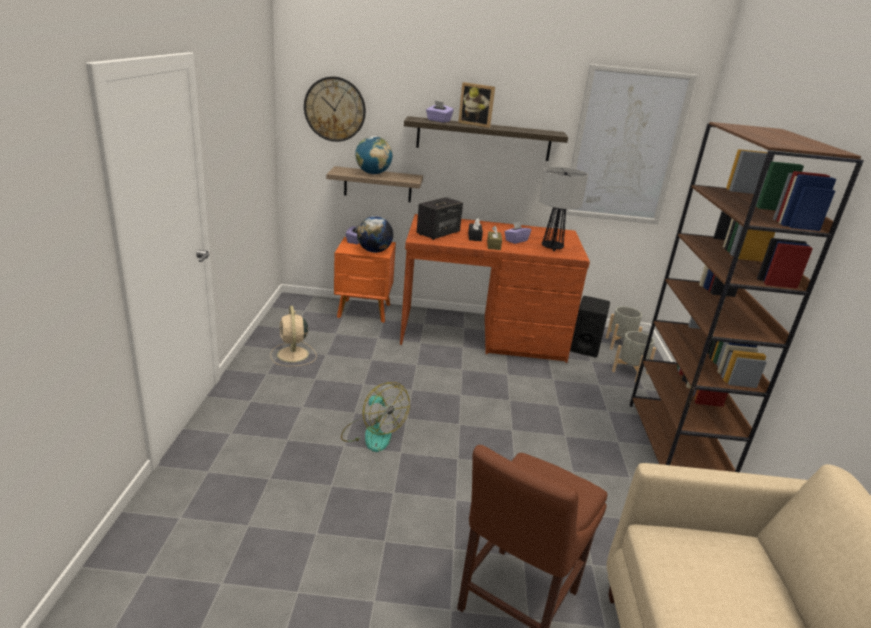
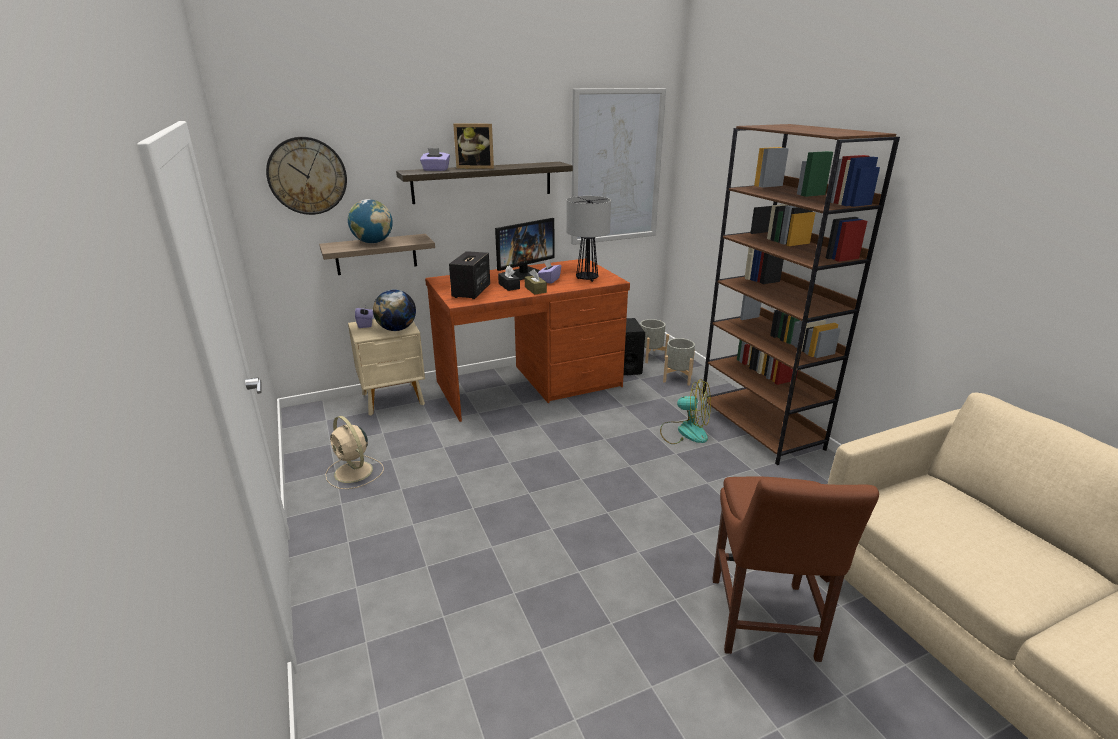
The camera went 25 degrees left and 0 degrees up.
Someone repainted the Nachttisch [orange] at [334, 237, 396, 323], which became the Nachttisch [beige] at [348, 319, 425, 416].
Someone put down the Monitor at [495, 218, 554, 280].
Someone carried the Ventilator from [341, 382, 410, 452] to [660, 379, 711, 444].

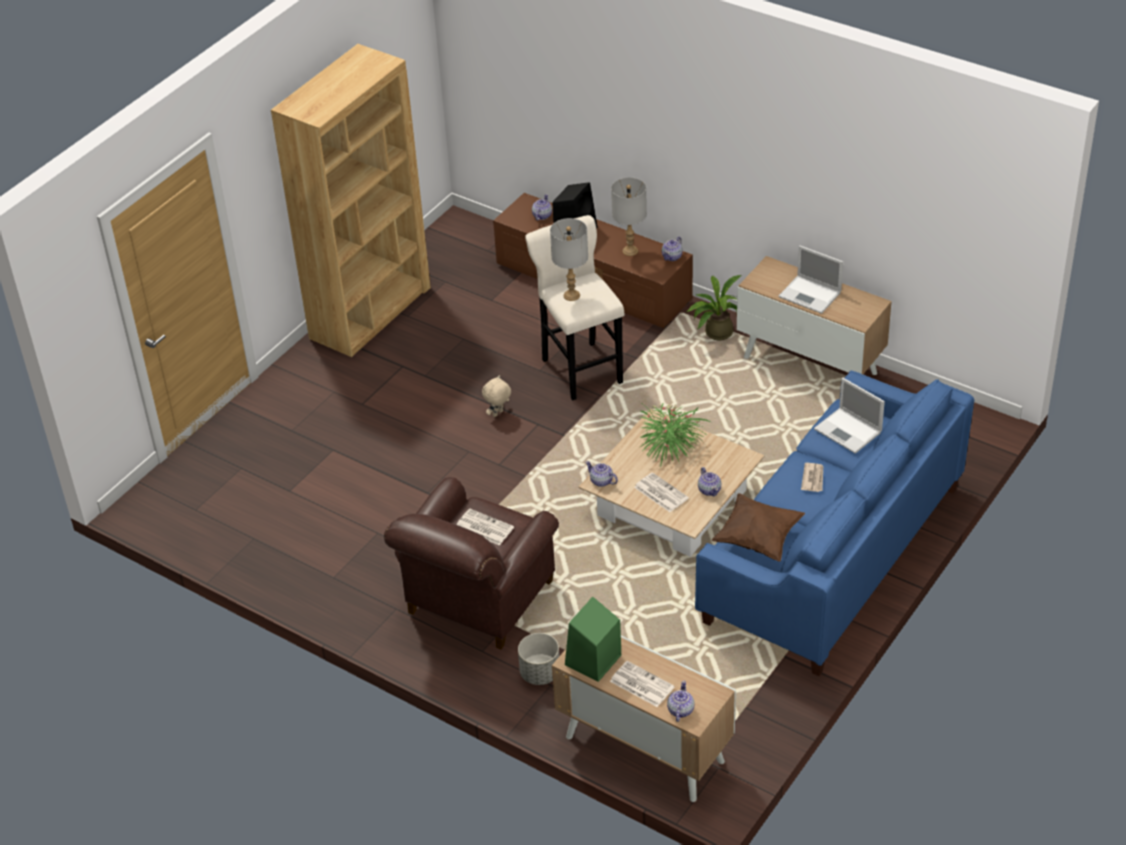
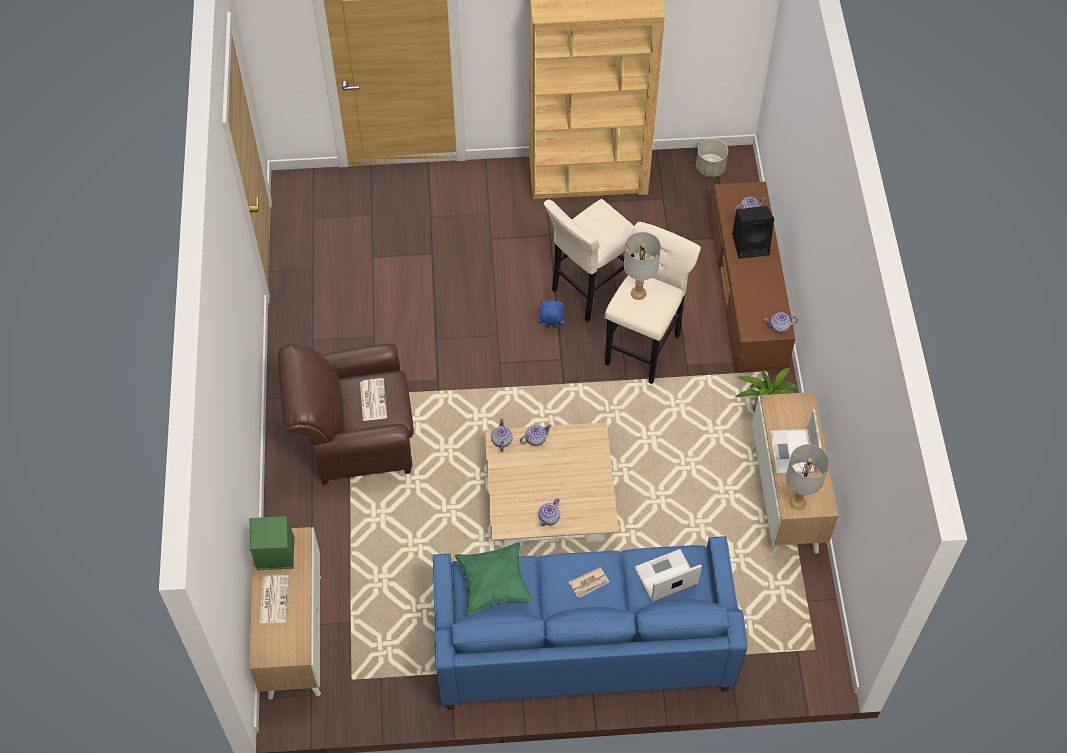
The camera went 50 degrees right and 15 degrees up.
Someone repainted the Kissen [braun] at [712, 493, 805, 562], which became the Kissen [grün] at [454, 542, 533, 615].
Someone carried the Teekanne from [667, 681, 694, 722] to [520, 424, 552, 446].
Someone repainted the Plüschtier [beige] at [482, 375, 511, 417], which became the Plüschtier [blau] at [538, 300, 565, 328].
Someone put down the Hocker [beige] at [544, 199, 634, 322].
Someone rotated the Laptop at [814, 378, 885, 454] by 60 degrees clockwise.
Someone carried the Pflanzkübel [grau] from [518, 633, 559, 685] to [696, 138, 728, 177].
Someone carried the Tischlampe [grau] from [611, 177, 647, 256] to [786, 444, 829, 510].
Someone took away the Zeitung at [634, 472, 689, 512].
Someone took away the Topfpflanze at [640, 402, 713, 465].

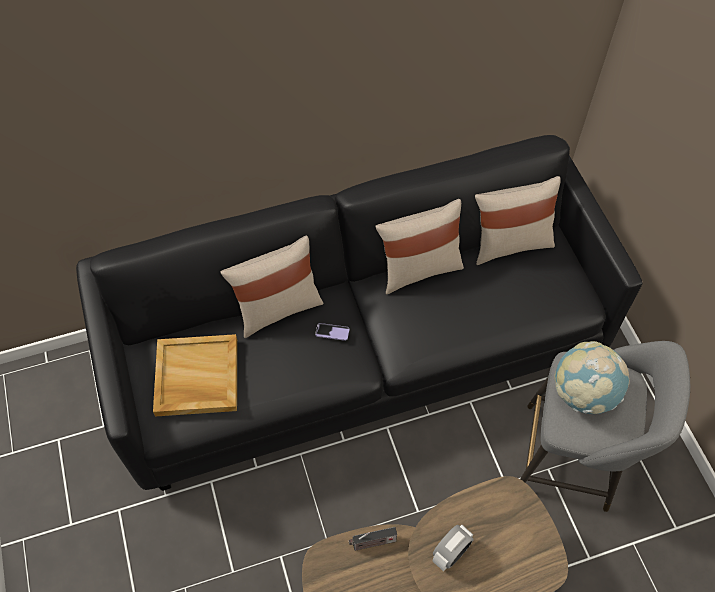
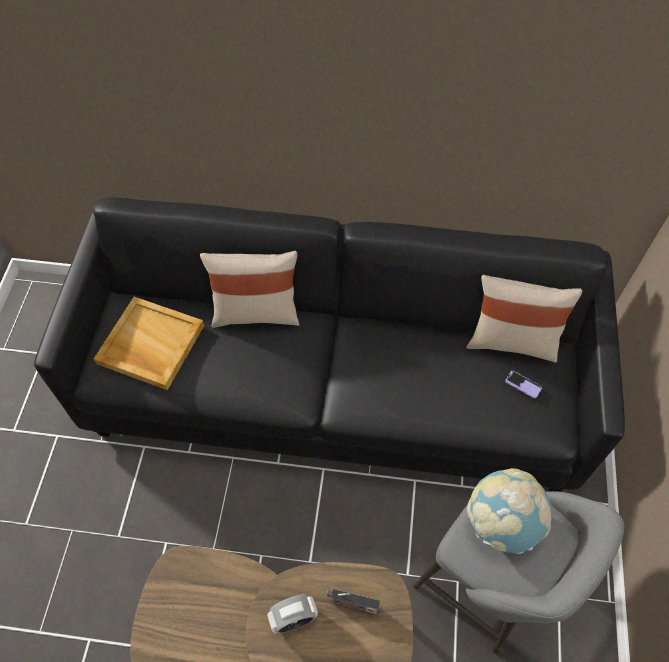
The camera went 25 degrees right and 0 degrees up.
Someone carried the Radio from [349, 527, 397, 551] to [327, 589, 380, 614].
Someone carried the Handy from [315, 323, 350, 341] to [505, 371, 542, 398].
Someone took away the Kissen [beige] at [375, 199, 464, 294].

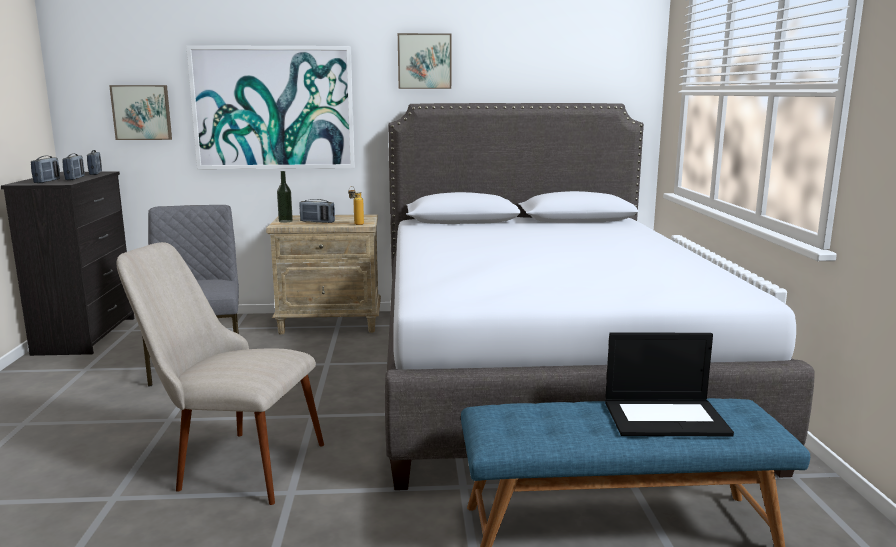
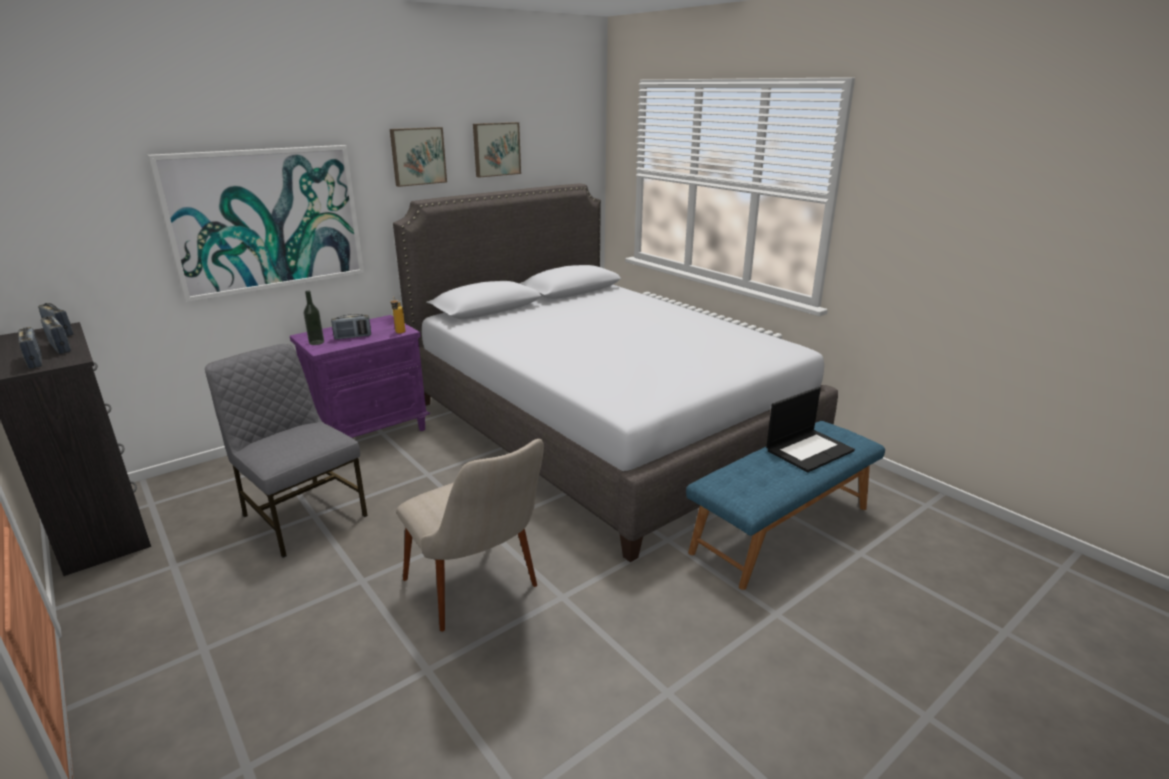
The camera went 35 degrees left and 10 degrees up.
Someone repainted the Nachttisch [beige] at [266, 214, 381, 334], which became the Nachttisch [lila] at [290, 315, 430, 438].
Someone rotated the Stuhl [beige] at [117, 242, 324, 505] by 105 degrees counterclockwise.
Someone carried the Bild from [109, 85, 172, 140] to [473, 122, 521, 178].

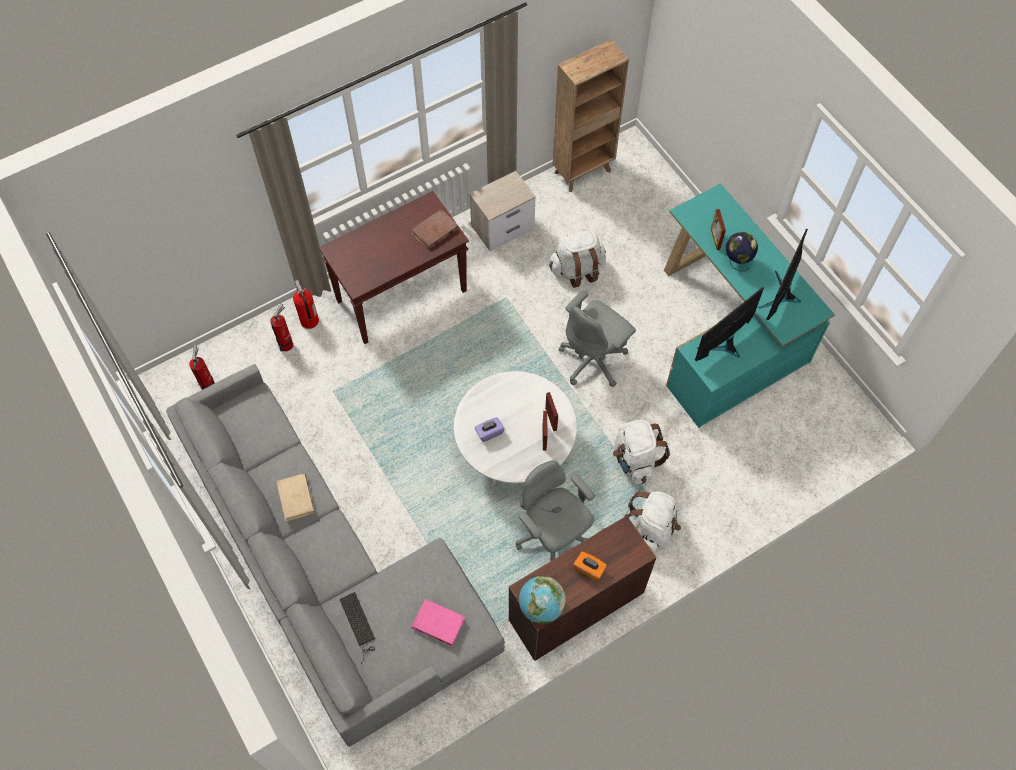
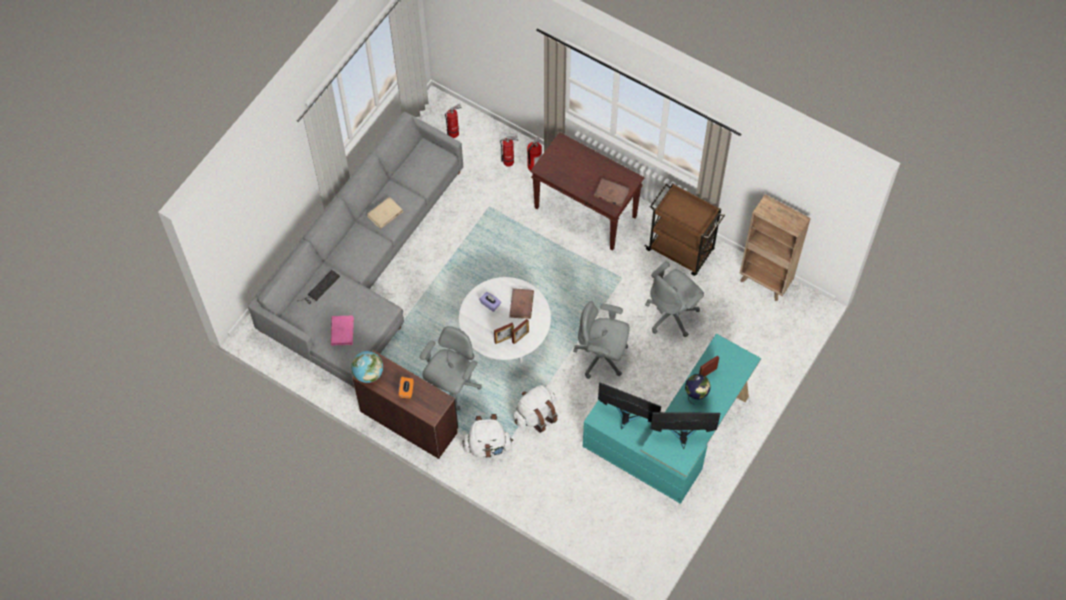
The camera went 65 degrees right and 0 degrees up.
Someone put down the Buch [braun] at [509, 288, 534, 319].
Someone swapped the Nachttisch at [469, 171, 536, 251] for the Rollwagen [braun] at [645, 183, 725, 276].
Someone swapped the Rucksack [weiß] at [549, 231, 606, 288] for the Bürostuhl [grau] at [645, 262, 704, 337].

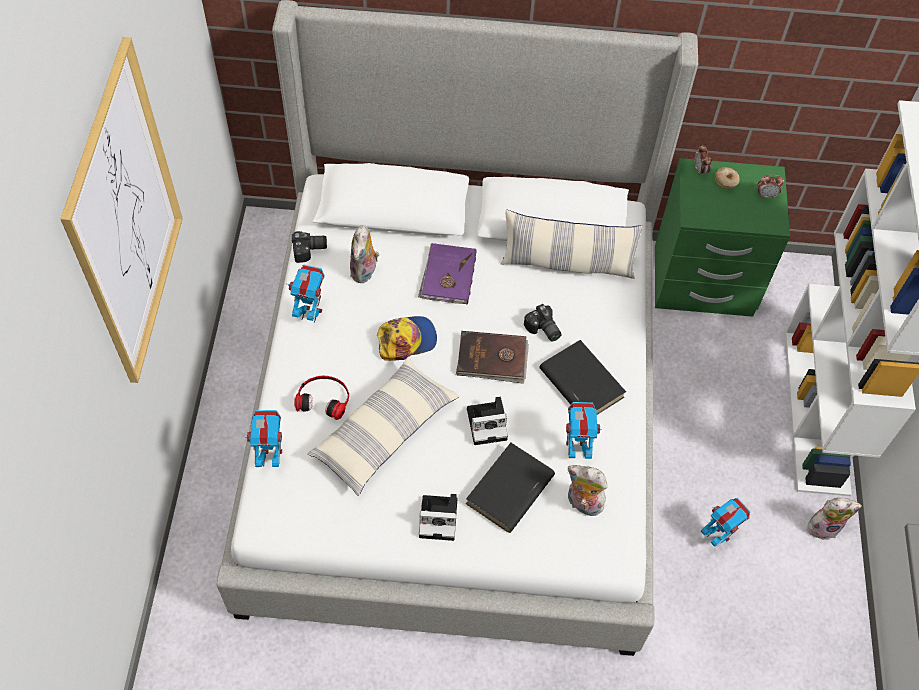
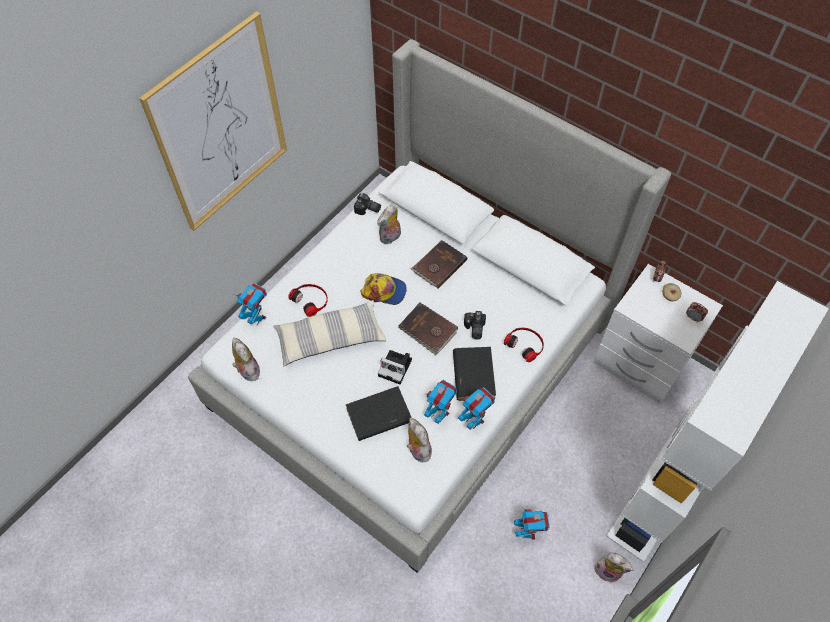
The camera went 35 degrees right and 0 degrees up.
Someone put down the Plüschtier at [232, 338, 260, 381].
Someone repainted the Buch [lila] at [418, 243, 477, 304], which became the Buch [braun] at [411, 240, 467, 288].
Someone carried the Spielzeugroboter from [286, 264, 325, 323] to [458, 387, 495, 430].
Someone put down the Kopfhörer at [504, 328, 544, 362].
Someone repainted the Nachttisch [grün] at [655, 158, 790, 317], which became the Nachttisch [weiß] at [593, 264, 723, 404].
Someone took away the Kamera at [419, 494, 457, 541].
Someone took away the Kissen at [500, 209, 643, 279].

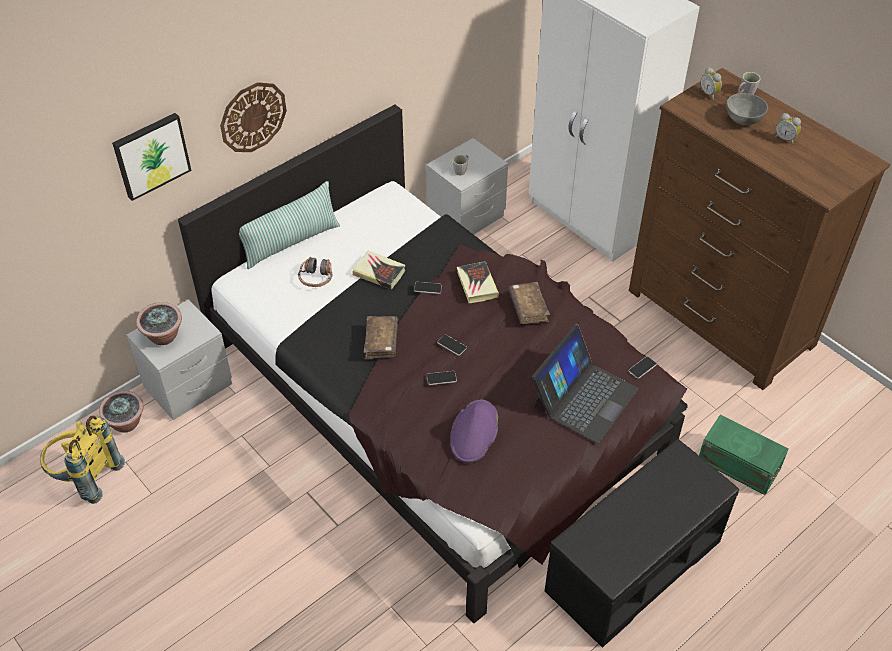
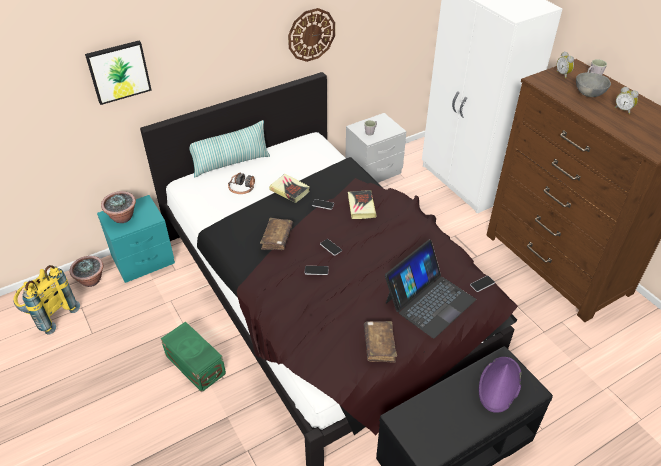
The camera went 10 degrees right and 5 degrees down.
Someone repainted the Nachttisch [grau] at [127, 299, 232, 420], which became the Nachttisch [türkis] at [97, 195, 175, 283].
Someone carried the Aufbewahrungsbox [grün] from [699, 414, 789, 495] to [161, 321, 226, 392].
Someone carried the Wanduhr from [220, 82, 287, 152] to [288, 8, 335, 62].
Someone carried the Buch [braun] from [508, 282, 550, 324] to [364, 321, 397, 363].
Someone carried the Hut [lila] from [450, 400, 498, 463] to [479, 357, 521, 413].

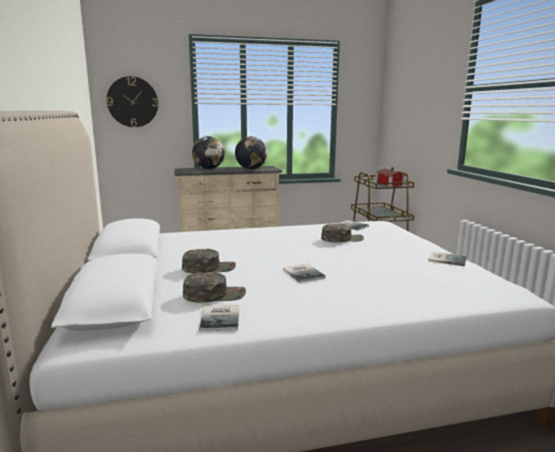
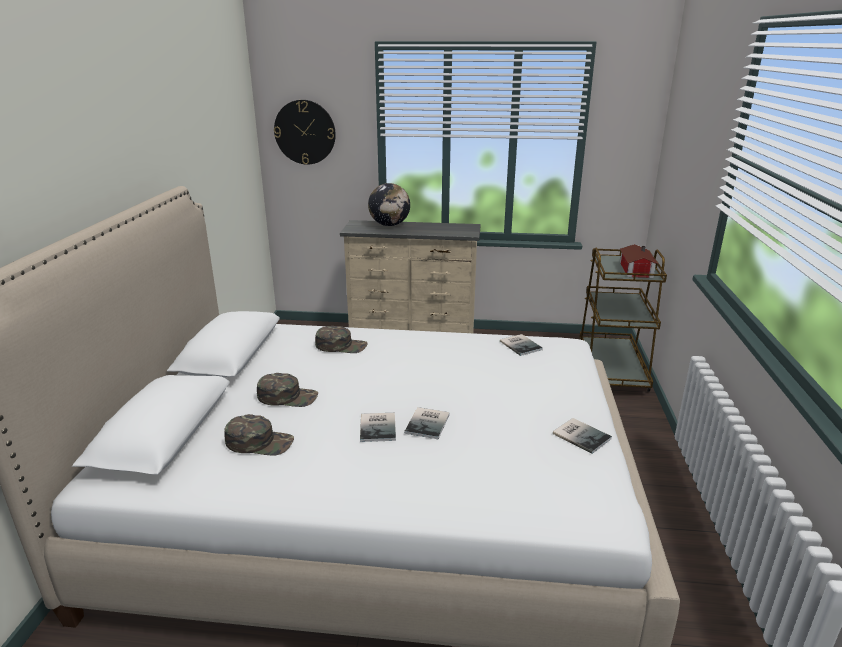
The camera went 20 degrees right and 10 degrees up.
Someone carried the Kappe [grün] from [321, 223, 364, 242] to [315, 326, 367, 353].
Someone carried the Buch from [199, 306, 239, 331] to [404, 407, 450, 439].
Someone took away the Globus at [235, 136, 267, 169].

